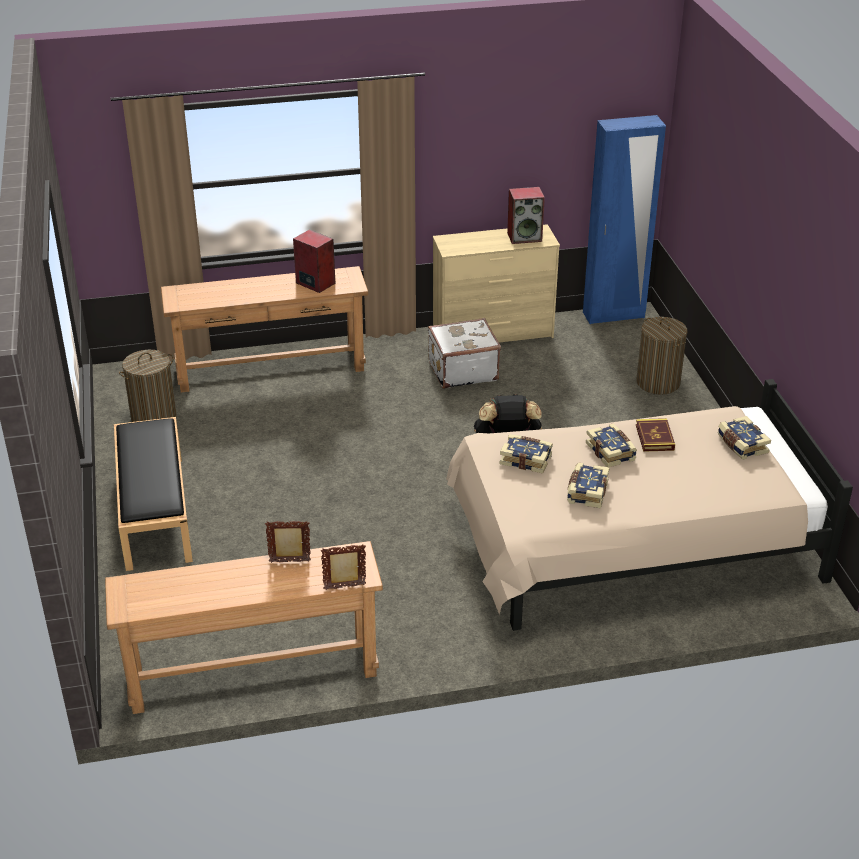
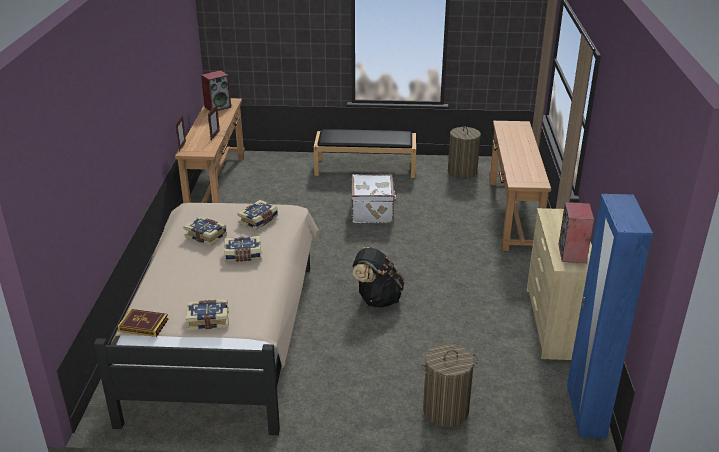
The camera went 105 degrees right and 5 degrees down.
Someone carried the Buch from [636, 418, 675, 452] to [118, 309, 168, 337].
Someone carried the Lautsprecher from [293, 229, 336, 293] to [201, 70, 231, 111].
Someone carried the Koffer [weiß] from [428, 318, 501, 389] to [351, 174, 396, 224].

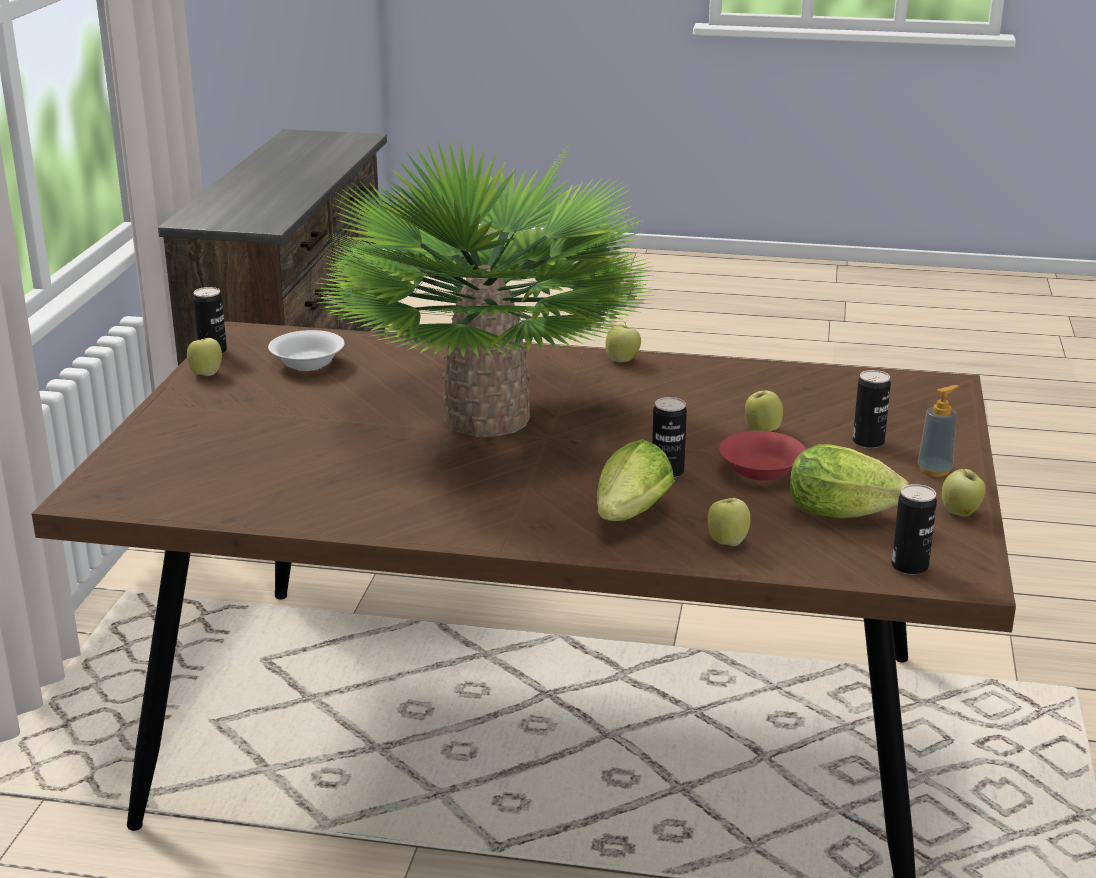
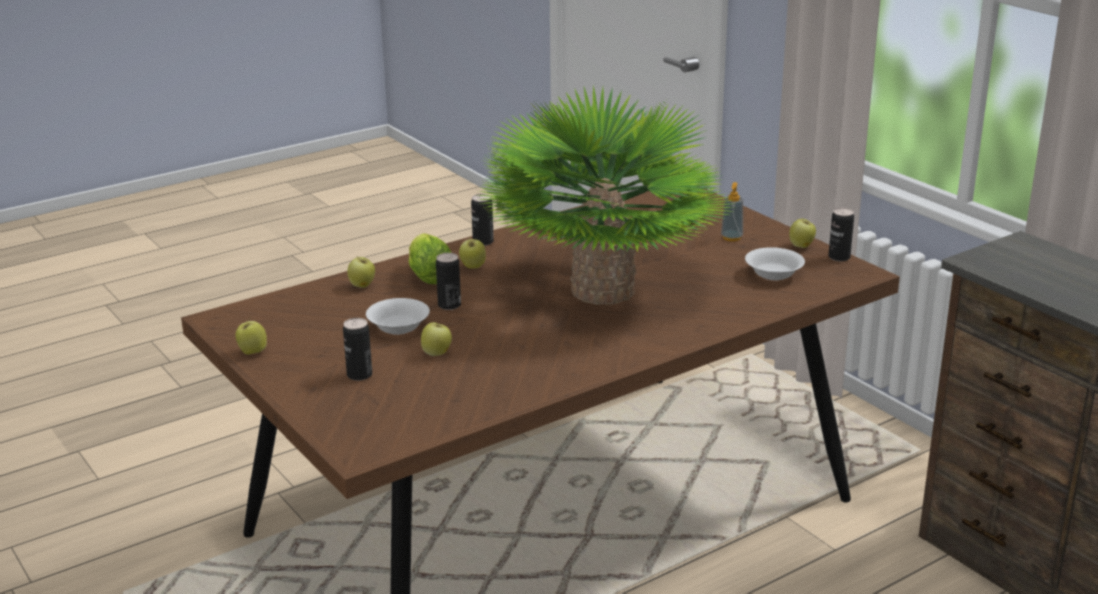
The camera went 135 degrees right and 0 degrees up.
Someone repainted the Schüssel [rot] at [719, 431, 806, 481], which became the Schüssel [weiß] at [366, 298, 430, 335].
Someone carried the Apfel from [605, 322, 641, 362] to [459, 239, 486, 269].
Someone carried the Dose from [891, 484, 937, 575] to [471, 194, 494, 246].
Someone carried the Seifenspender from [918, 385, 959, 477] to [721, 182, 743, 241].
Someone took away the Salatkopf at [790, 444, 909, 519].

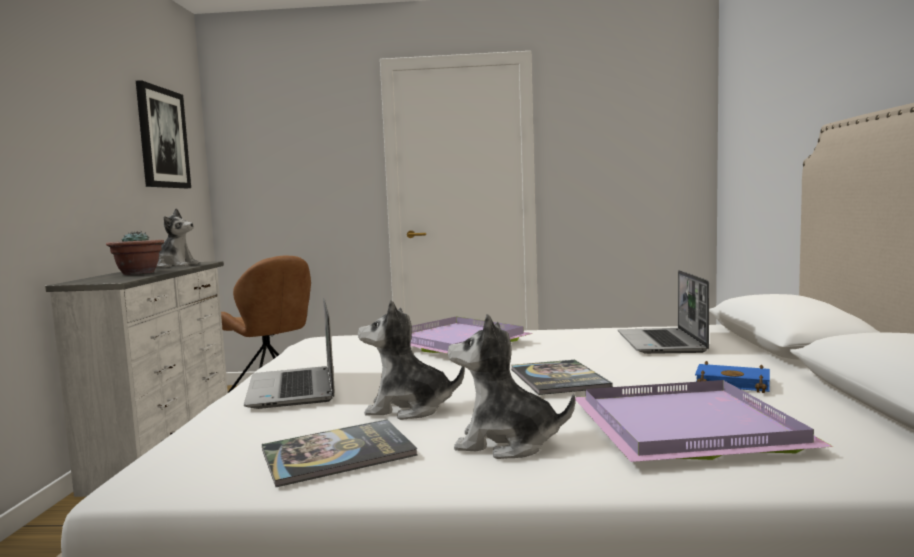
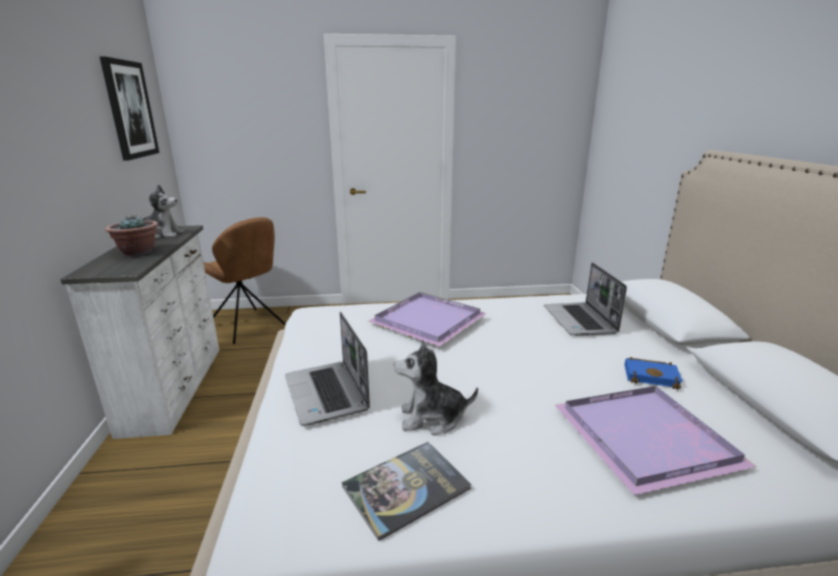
The camera went 10 degrees left and 15 degrees up.
Someone took away the Plüschtier at [448, 314, 575, 459].
Someone took away the Buch at [511, 360, 613, 395].

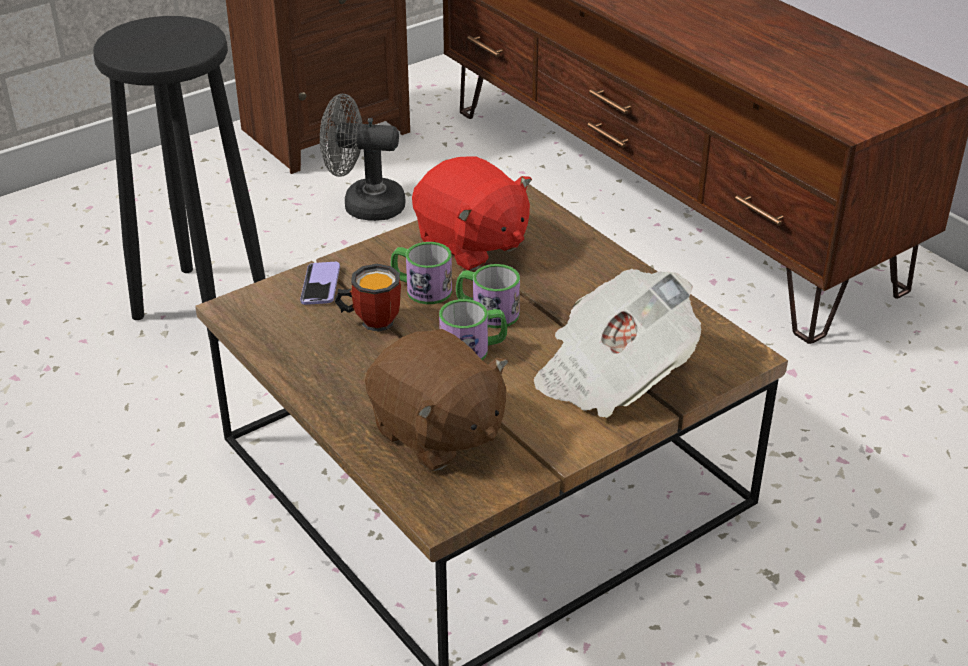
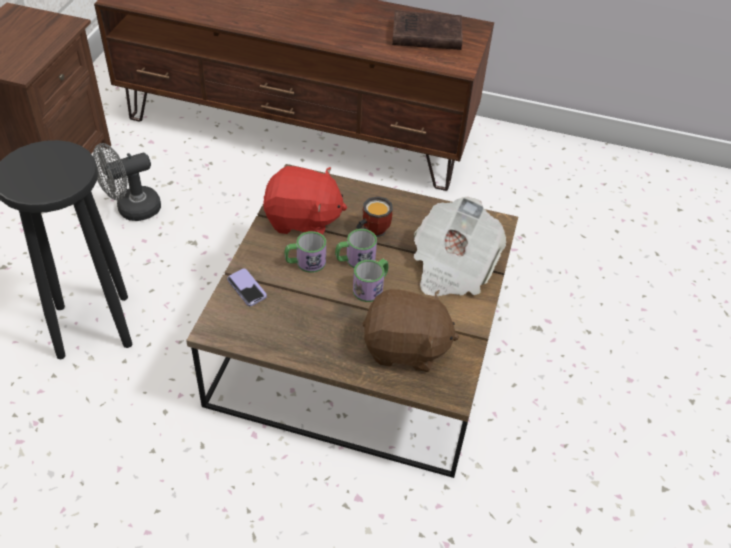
The camera went 40 degrees left and 10 degrees up.
Someone carried the Henkelbecher from [335, 264, 401, 332] to [356, 196, 393, 237].
Someone put down the Buch [braun] at [392, 11, 463, 50].

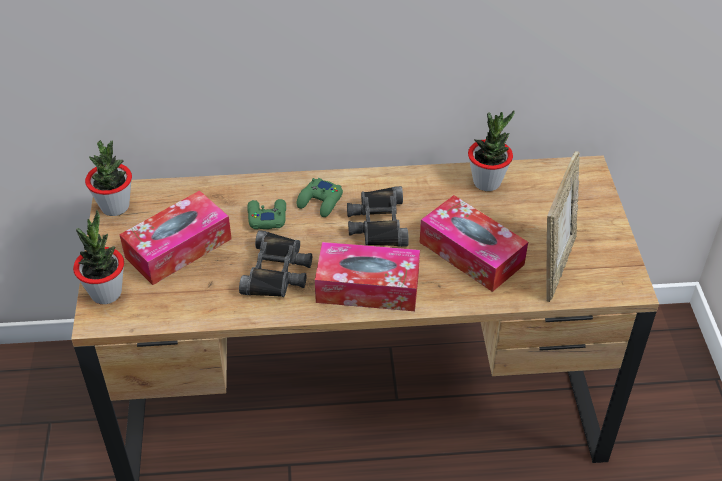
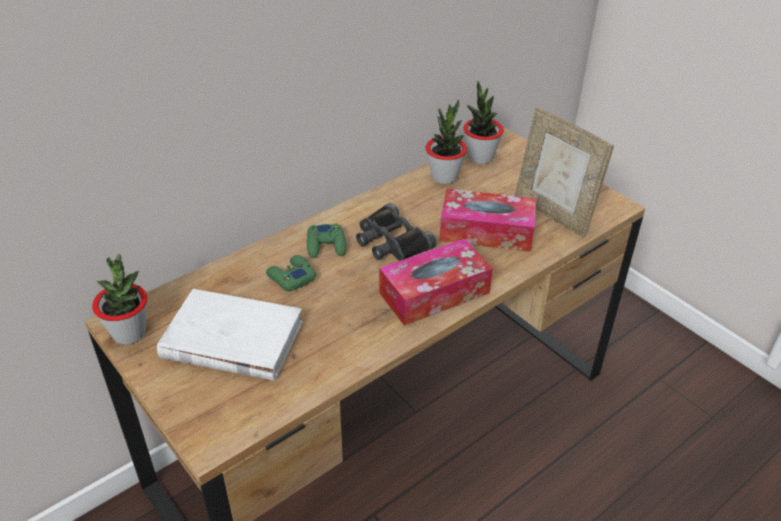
The camera went 35 degrees left and 5 degrees down.
Someone swapped the Taschentuchbox at [119, 190, 232, 285] for the Buch [weiß] at [157, 289, 303, 381].
Someone carried the Topfpflanze from [73, 210, 124, 304] to [463, 81, 504, 164].
Someone rotated the Bilderrahmen at [546, 151, 580, 302] by 150 degrees clockwise.
Someone took away the Fernglas [schwarz] at [239, 230, 312, 297].

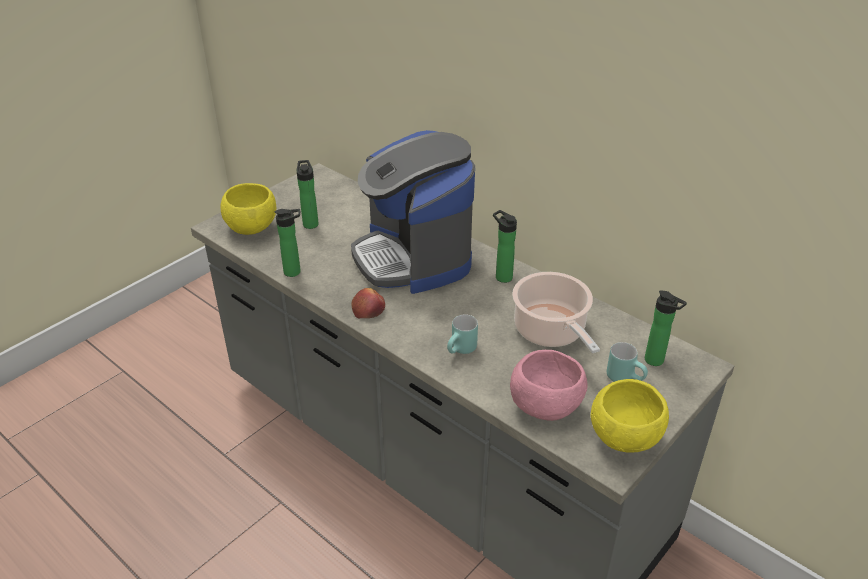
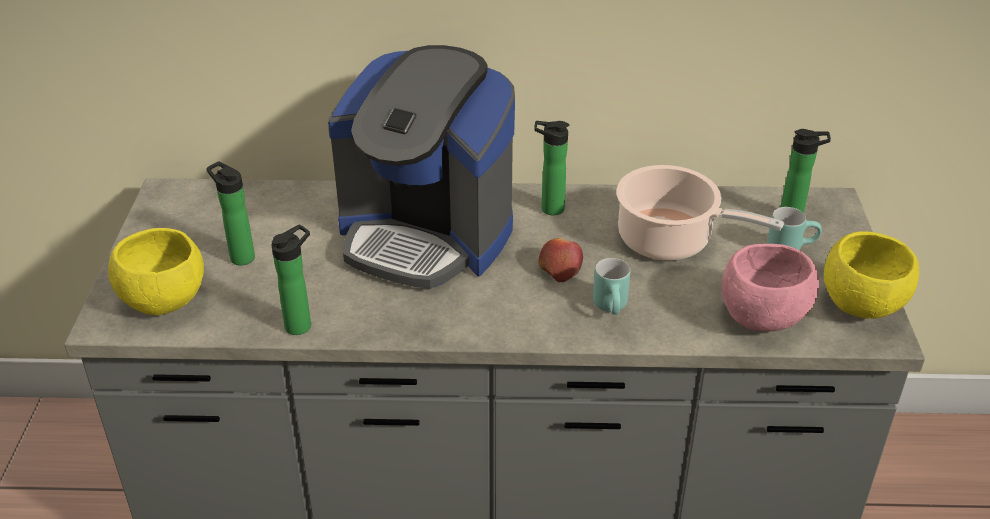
The camera went 40 degrees left and 0 degrees up.
Someone carried the Apfel from [351, 288, 385, 319] to [539, 238, 583, 282].

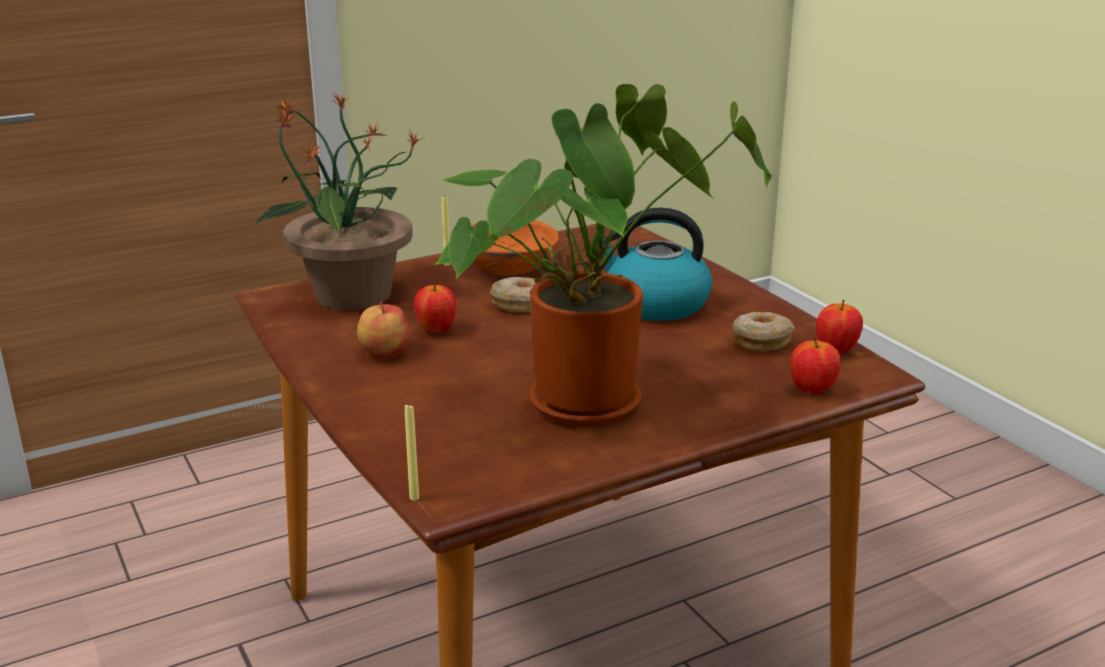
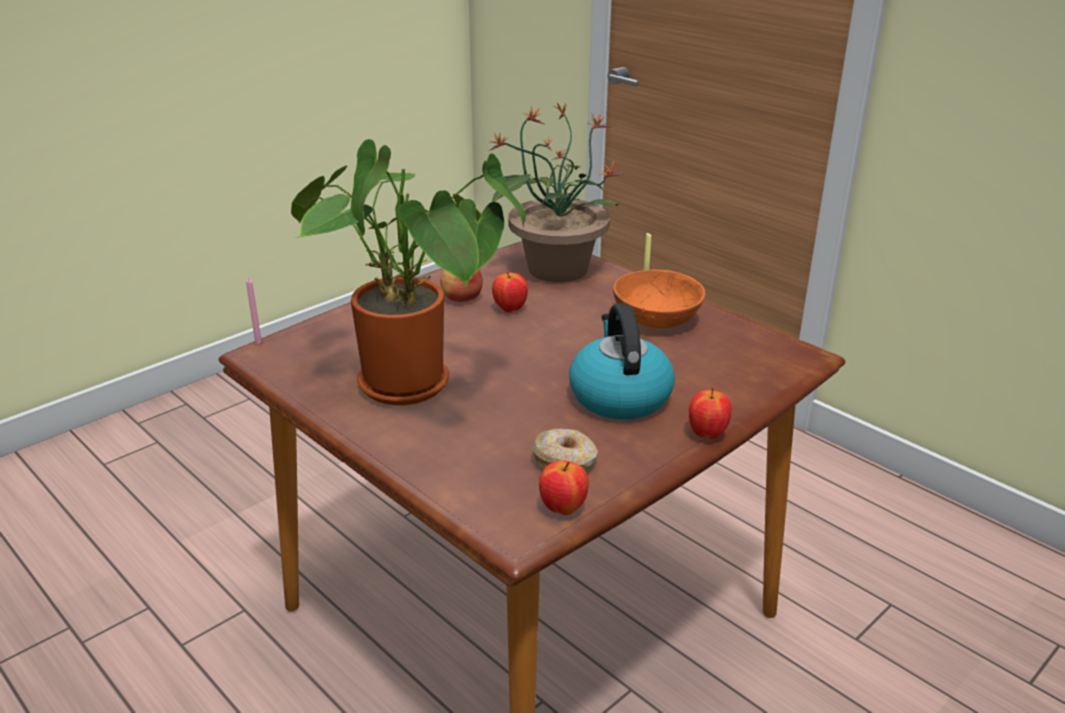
The camera went 75 degrees right and 5 degrees up.
Someone repainted the Kerze [gelb] at [405, 404, 419, 501], which became the Kerze [rosa] at [246, 279, 262, 344].
Someone carried the Apfel from [791, 337, 841, 395] to [689, 388, 732, 439].
Someone took away the Donut at [490, 277, 536, 312].

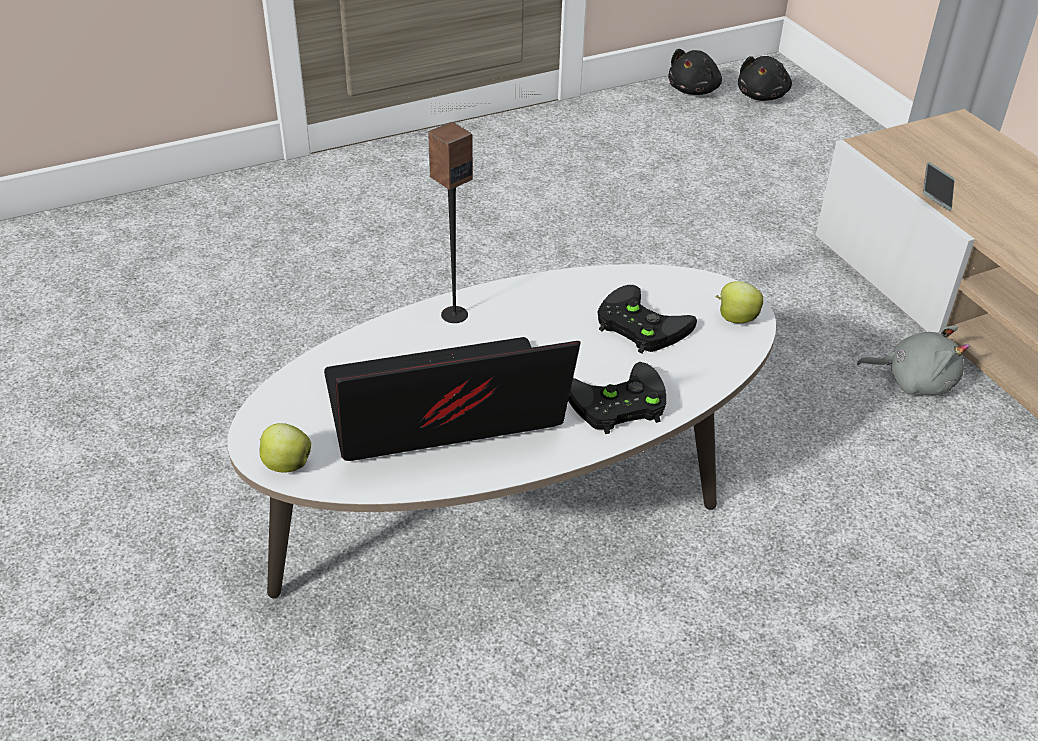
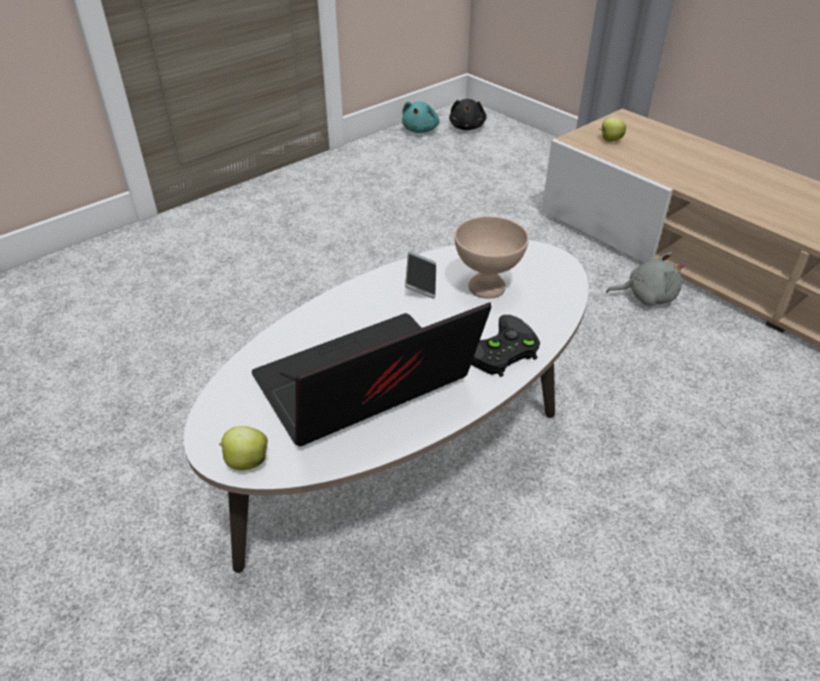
The camera went 15 degrees left and 0 degrees up.
Someone repainted the Plüschtier [schwarz] at [668, 49, 722, 95], which became the Plüschtier [türkis] at [402, 101, 440, 133].
Someone carried the Handy from [923, 162, 955, 211] to [405, 251, 436, 299].
Someone swapped the Gamepad [schwarz] at [597, 285, 697, 354] for the Schüssel [beige] at [454, 216, 529, 299].
Someone carried the Apfel from [715, 281, 764, 323] to [599, 118, 626, 142].
Someone took away the Lautsprecher at [428, 122, 473, 323].

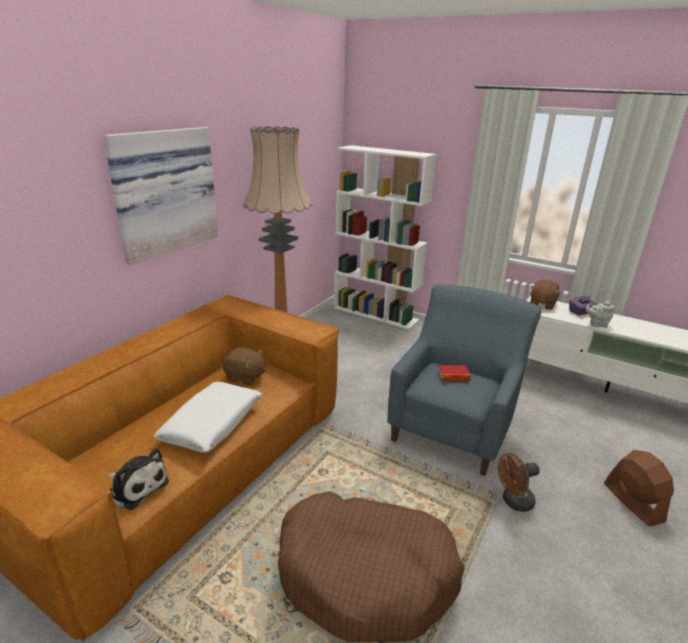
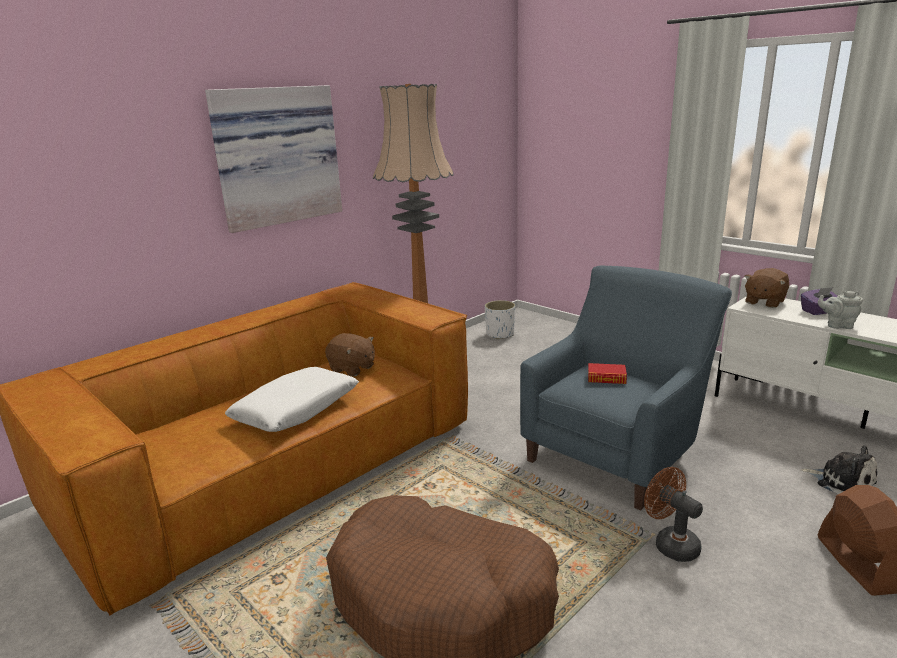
The camera went 15 degrees right and 5 degrees down.
Someone put down the Pflanzkübel [weiß] at [485, 300, 515, 339].
Someone rotated the Ventilator [braun] at [498, 453, 540, 512] by 60 degrees clockwise.
Someone carried the Plüschtier from [109, 448, 169, 510] to [801, 445, 877, 494].
Someone took away the Bücherregal [weiß] at [334, 145, 437, 330].

